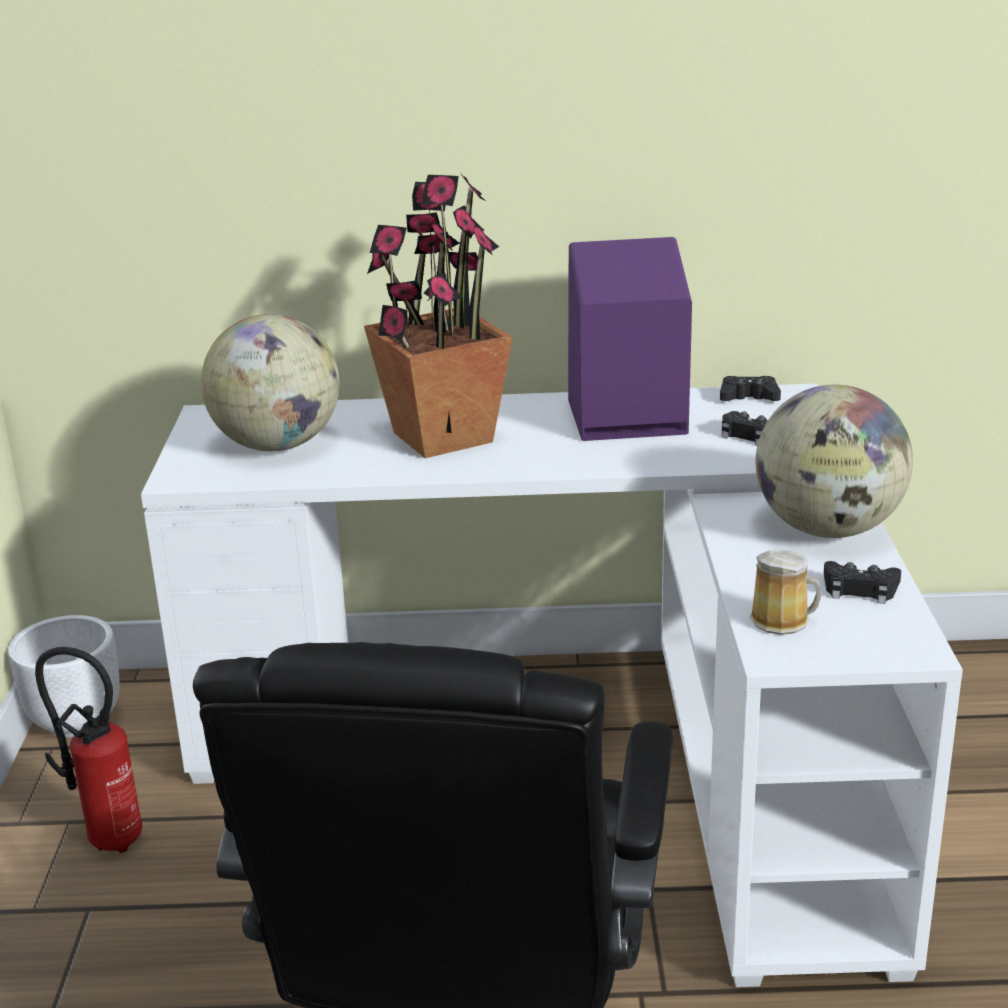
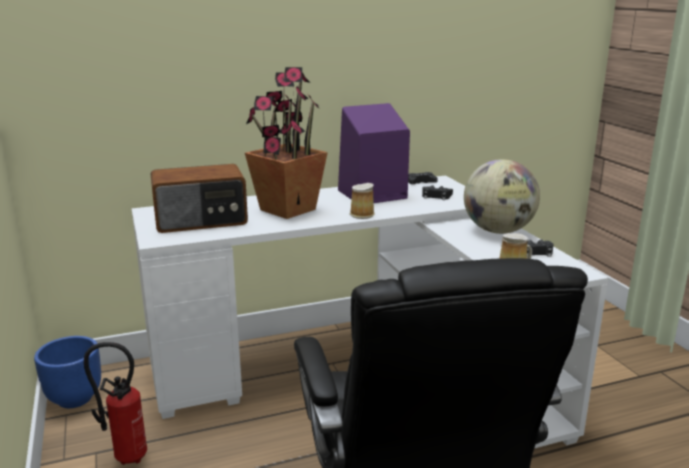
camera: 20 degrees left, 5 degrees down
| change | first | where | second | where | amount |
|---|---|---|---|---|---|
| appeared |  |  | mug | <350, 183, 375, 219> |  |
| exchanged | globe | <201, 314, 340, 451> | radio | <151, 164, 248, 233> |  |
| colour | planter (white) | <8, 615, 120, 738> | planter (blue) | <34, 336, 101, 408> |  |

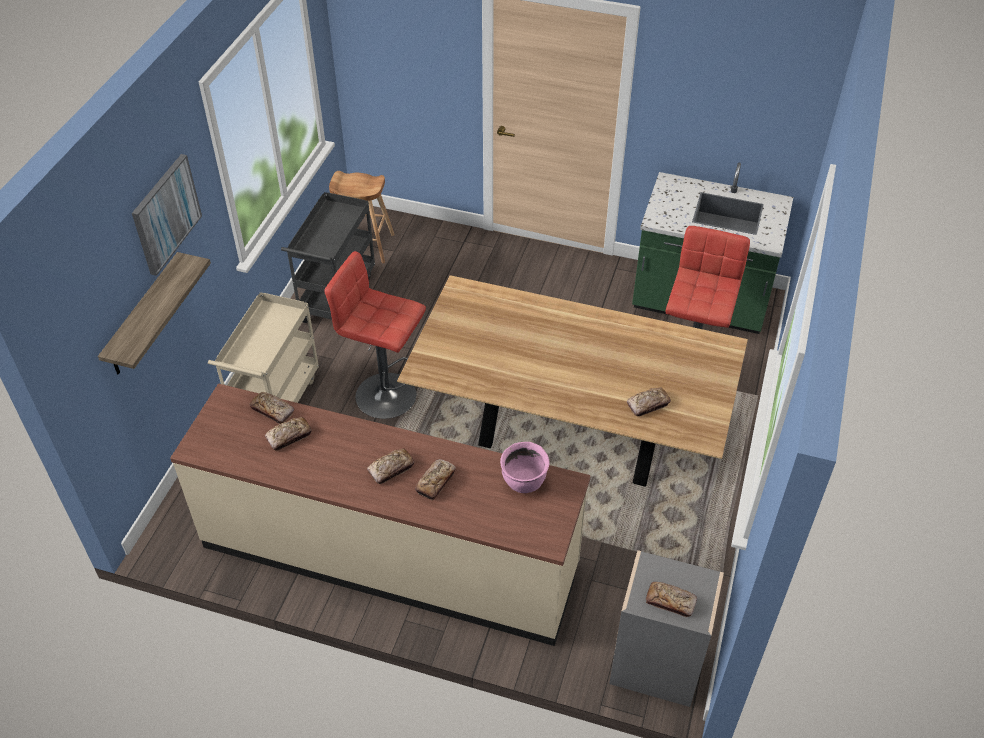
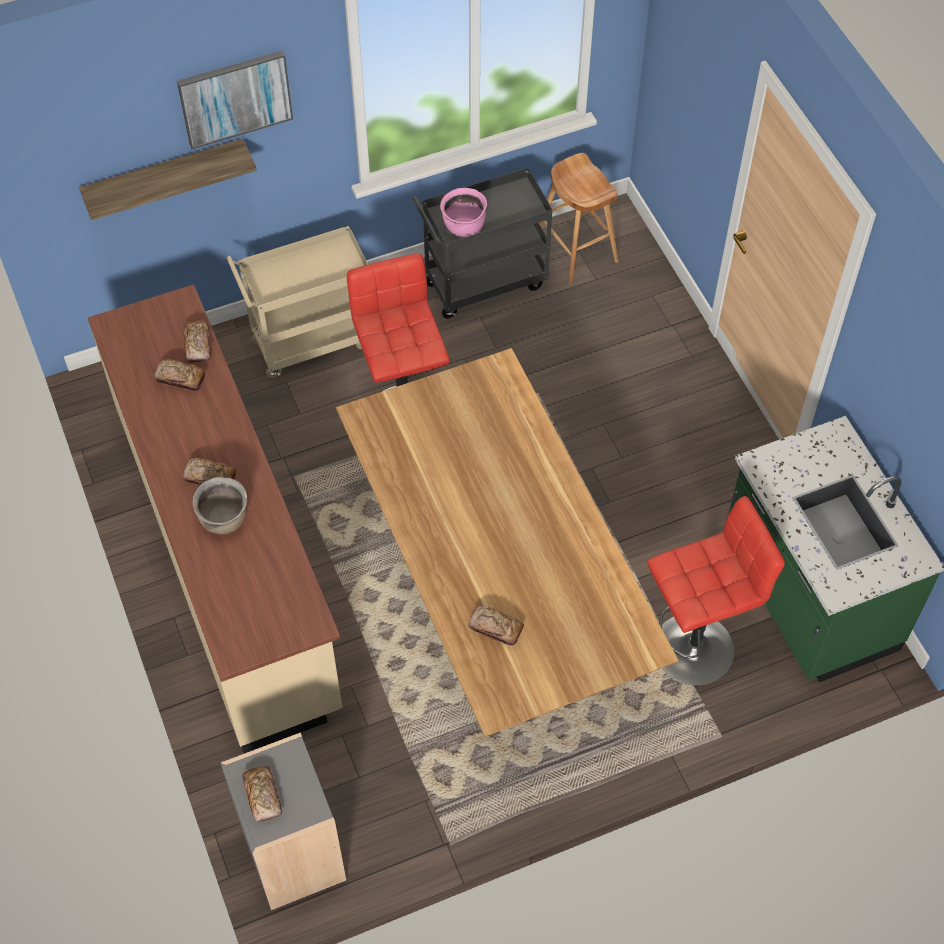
camera: 50 degrees right, 10 degrees up
| change | first | where | second | where | amount |
|---|---|---|---|---|---|
| relocated | cooking pot (pink) | <500, 442, 550, 493> |  | <440, 188, 487, 237> |  |
| exchanged | bread | <415, 459, 456, 501> | cooking pot (brown) | <192, 477, 247, 534> |  |

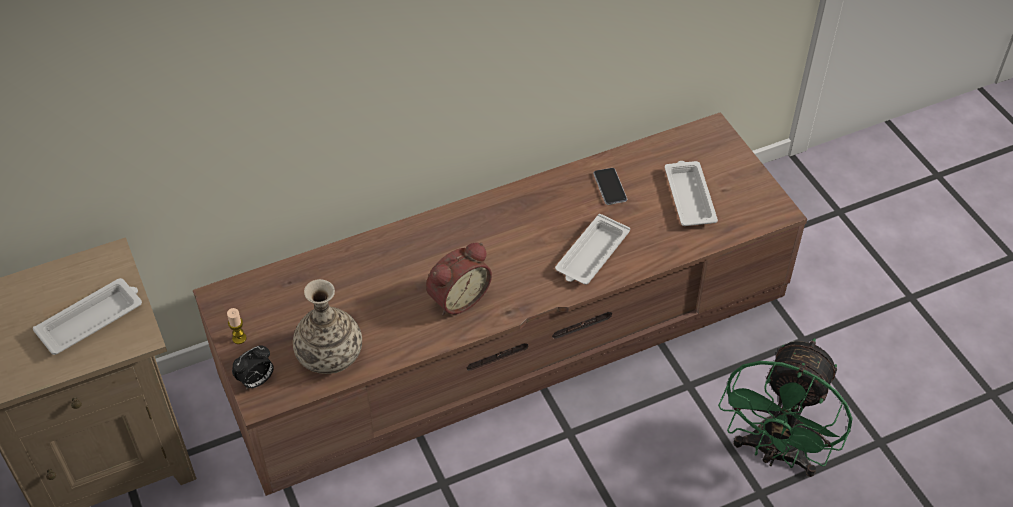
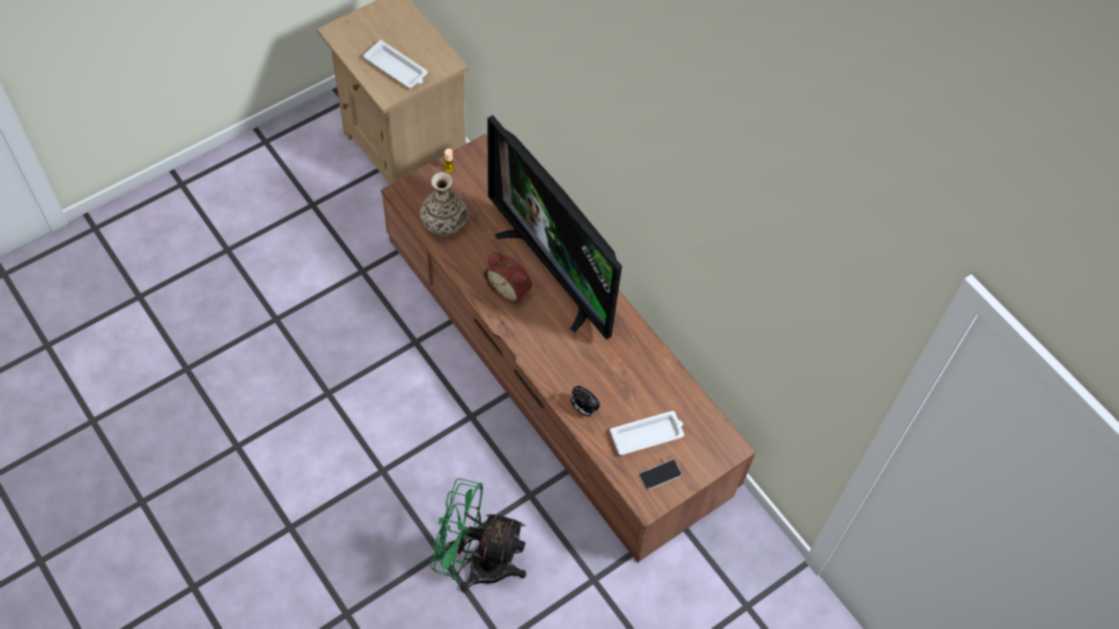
camera: 75 degrees right, 10 degrees up
| change | first | where | second | where | amount |
|---|---|---|---|---|---|
| missing | tray (white) | <555, 214, 630, 285> |  |  |  |
| appeared |  |  | television | <487, 115, 622, 340> |  |
| relocated | alarm clock | <232, 345, 274, 390> |  | <571, 386, 600, 416> |  |
| relocated | phone | <593, 168, 627, 205> |  | <639, 460, 682, 490> |  |

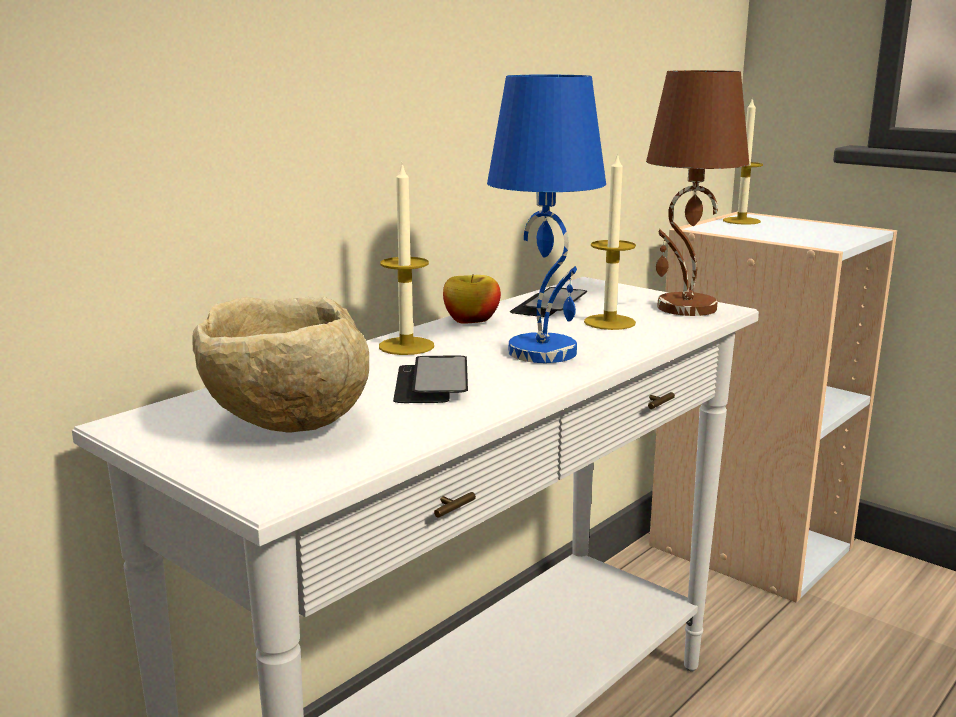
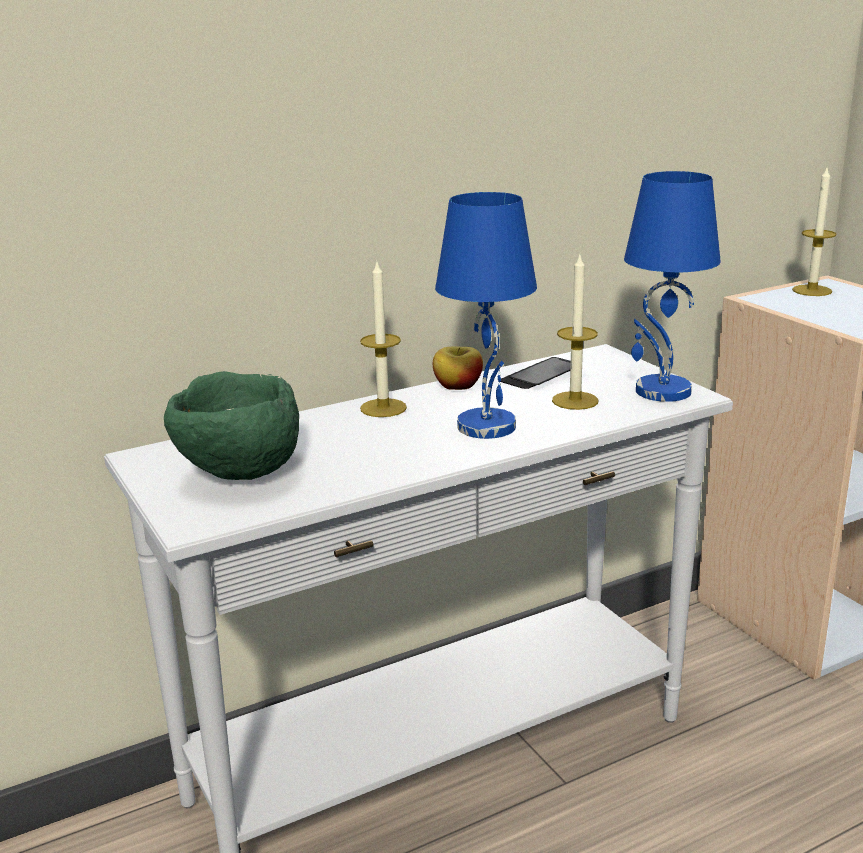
camera: 20 degrees right, 5 degrees up
| change | first | where | second | where | amount |
|---|---|---|---|---|---|
| missing | phone | <393, 356, 468, 403> |  |  |  |
| colour | bowl (beige) | <192, 297, 369, 432> | bowl (green) | <164, 371, 299, 480> |  |
| colour | table lamp (brown) | <646, 70, 749, 316> | table lamp (blue) | <624, 171, 721, 402> |  |

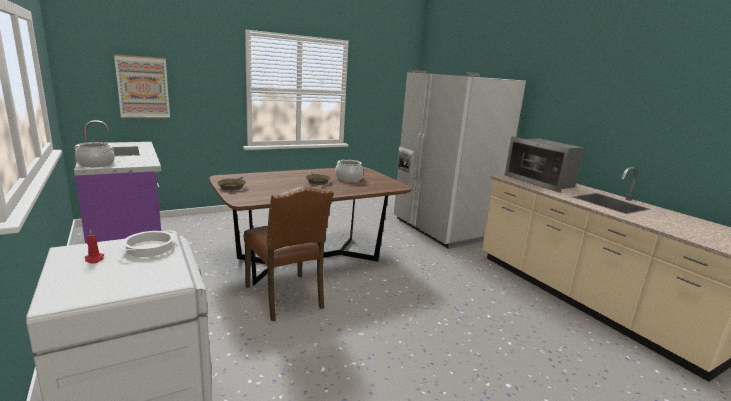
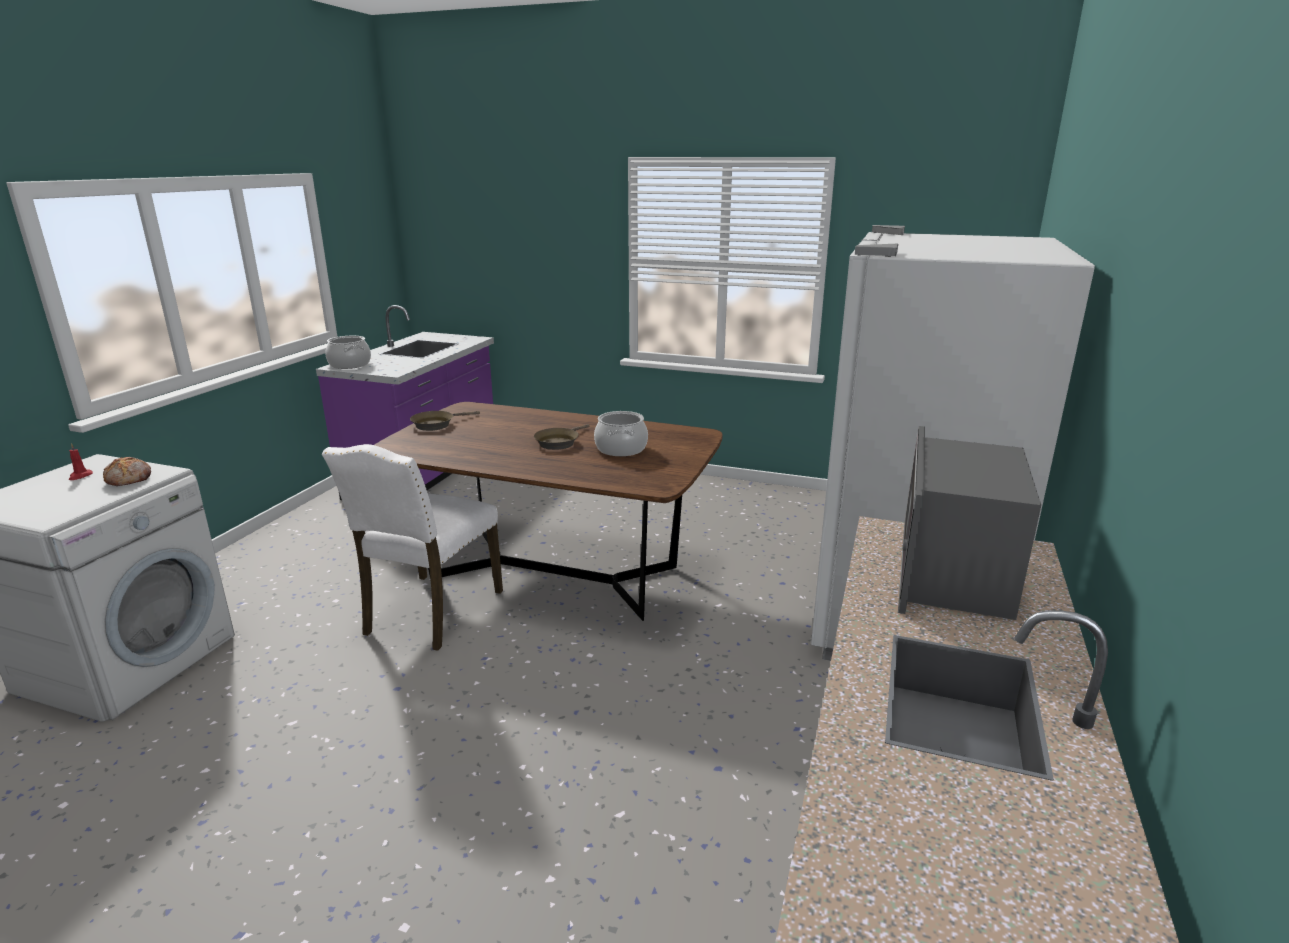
camera: 50 degrees right, 5 degrees up
| change | first | where | second | where | amount |
|---|---|---|---|---|---|
| missing | picture | <114, 54, 170, 118> |  |  |  |
| exchanged | cooking pot | <117, 230, 177, 257> | bread | <103, 457, 151, 486> |  |
| colour | chair (brown) | <243, 186, 333, 321> | chair (white) | <322, 444, 503, 651> |  |

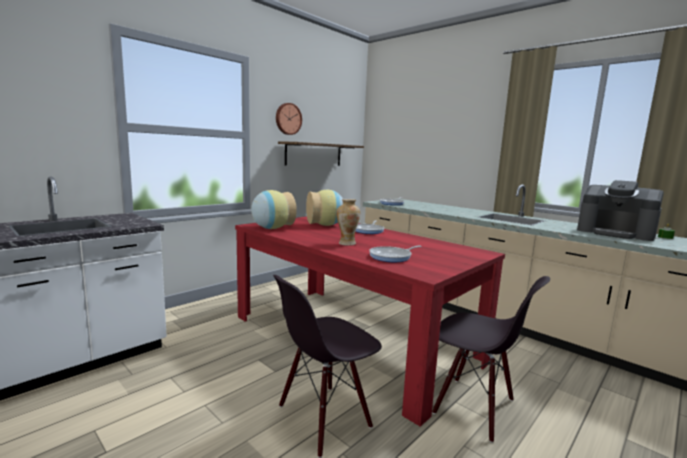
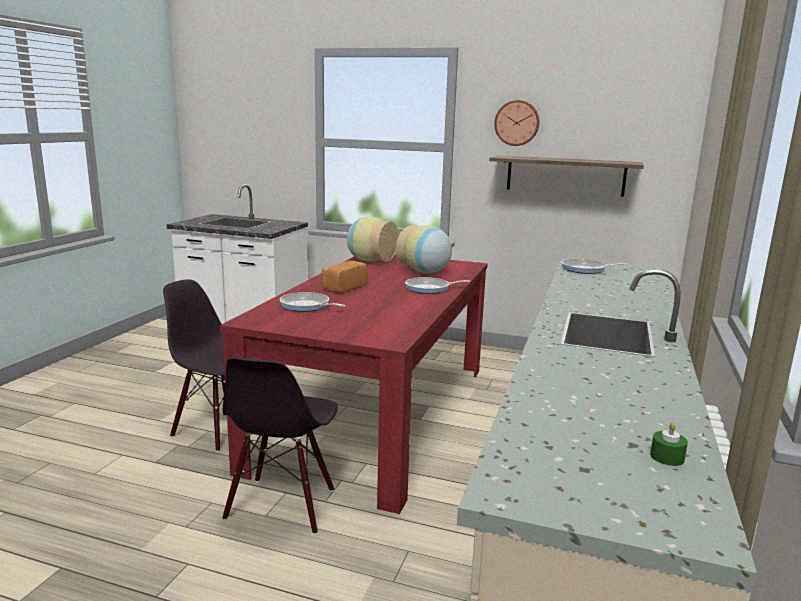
camera: 65 degrees right, 5 degrees up
| change | first | where | second | where | amount |
|---|---|---|---|---|---|
| missing | coffee machine | <577, 180, 664, 241> |  |  |  |
| exchanged | vase | <336, 199, 360, 246> | bread | <321, 261, 368, 293> |  |

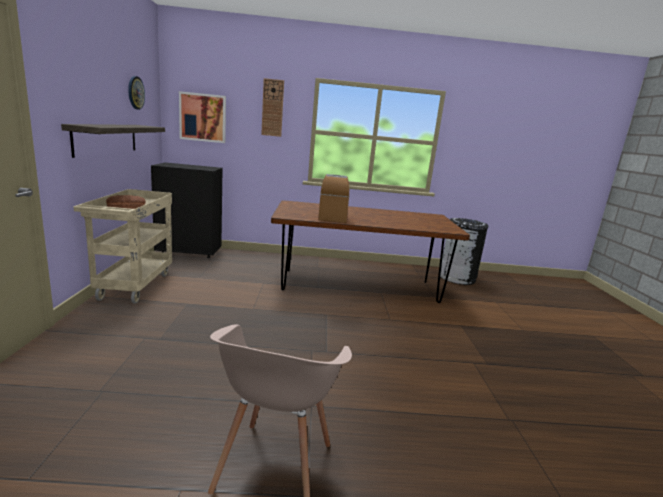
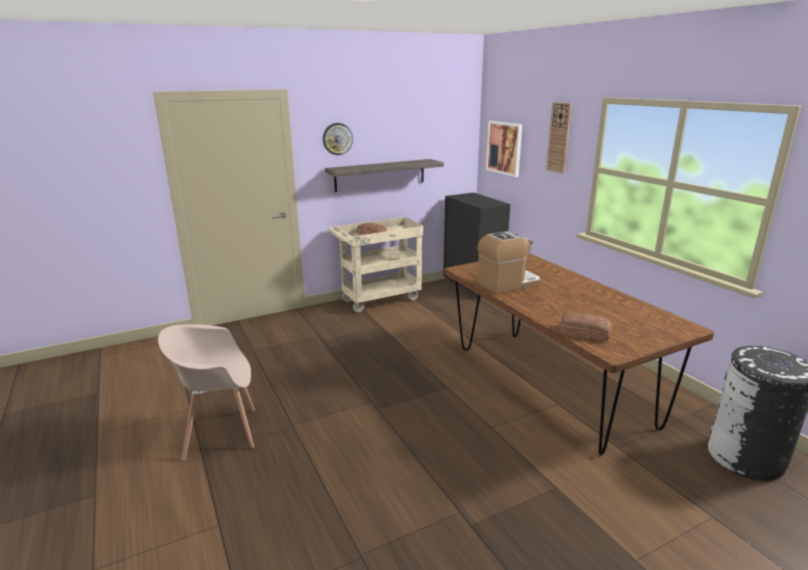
camera: 65 degrees right, 5 degrees up
| change | first | where | second | where | amount |
|---|---|---|---|---|---|
| appeared |  |  | bread | <560, 312, 612, 341> |  |
| relocated | wall clock | <128, 76, 145, 110> |  | <323, 123, 353, 155> |  |

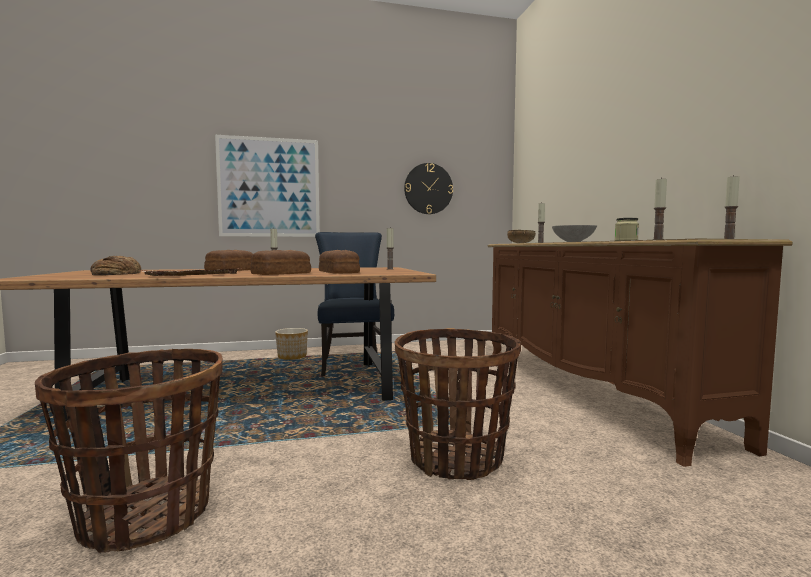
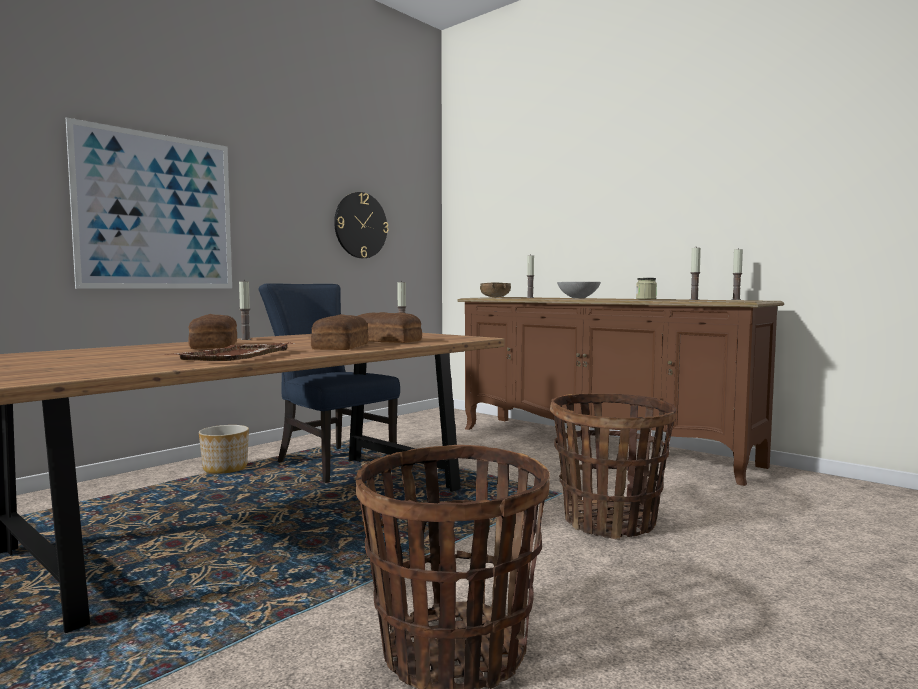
camera: 35 degrees left, 0 degrees up
| change | first | where | second | where | amount |
|---|---|---|---|---|---|
| missing | bread | <90, 256, 141, 275> |  |  |  |

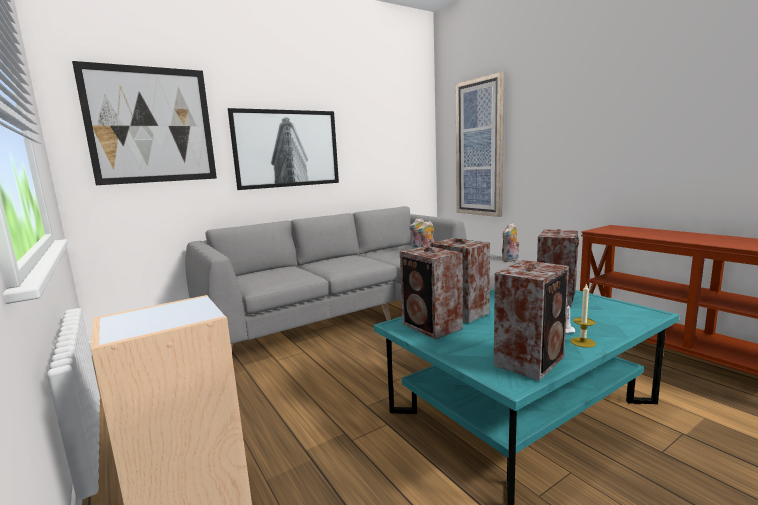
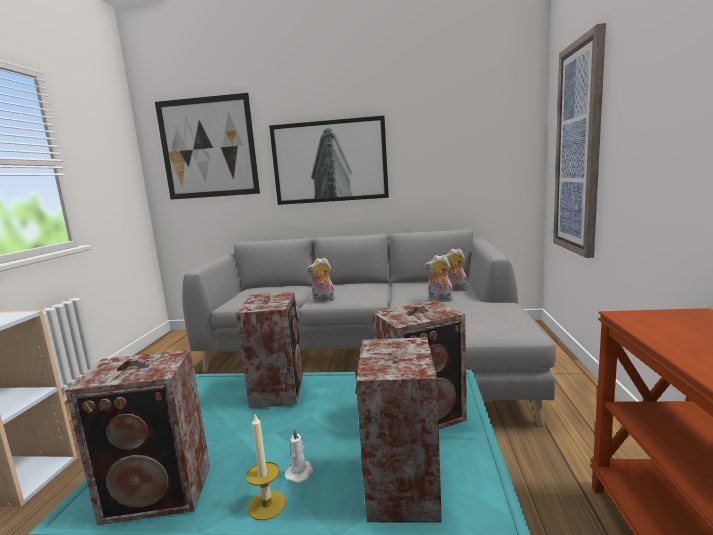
camera: 40 degrees right, 0 degrees up
| change | first | where | second | where | amount |
|---|---|---|---|---|---|
| relocated | speaker | <400, 246, 463, 339> |  | <355, 337, 442, 522> |  |
| relocated | plush toy | <502, 223, 519, 262> |  | <306, 258, 335, 302> |  |

